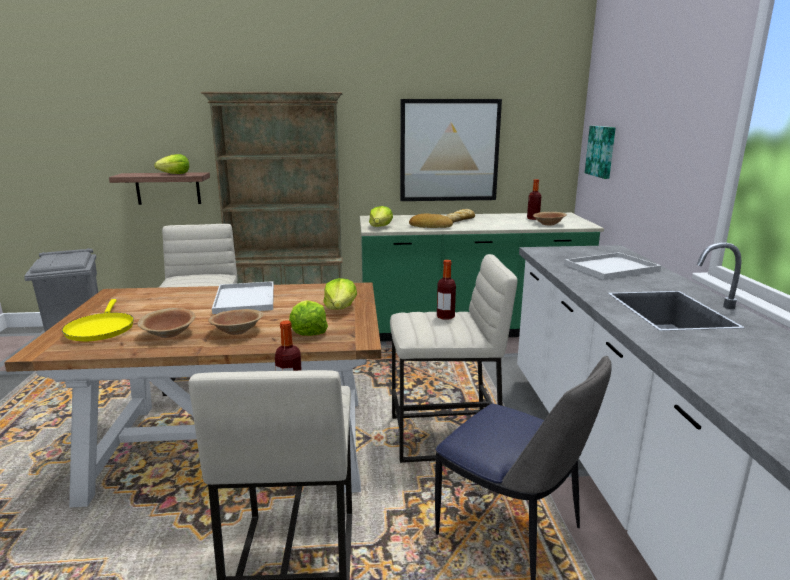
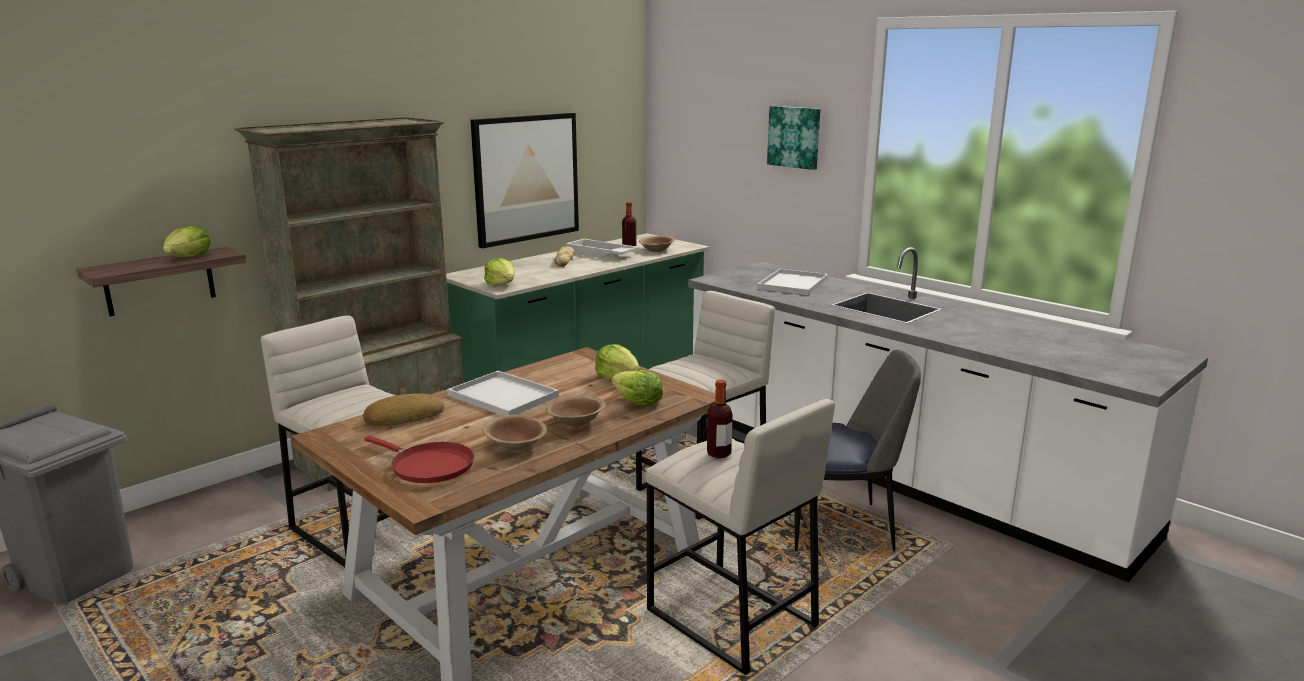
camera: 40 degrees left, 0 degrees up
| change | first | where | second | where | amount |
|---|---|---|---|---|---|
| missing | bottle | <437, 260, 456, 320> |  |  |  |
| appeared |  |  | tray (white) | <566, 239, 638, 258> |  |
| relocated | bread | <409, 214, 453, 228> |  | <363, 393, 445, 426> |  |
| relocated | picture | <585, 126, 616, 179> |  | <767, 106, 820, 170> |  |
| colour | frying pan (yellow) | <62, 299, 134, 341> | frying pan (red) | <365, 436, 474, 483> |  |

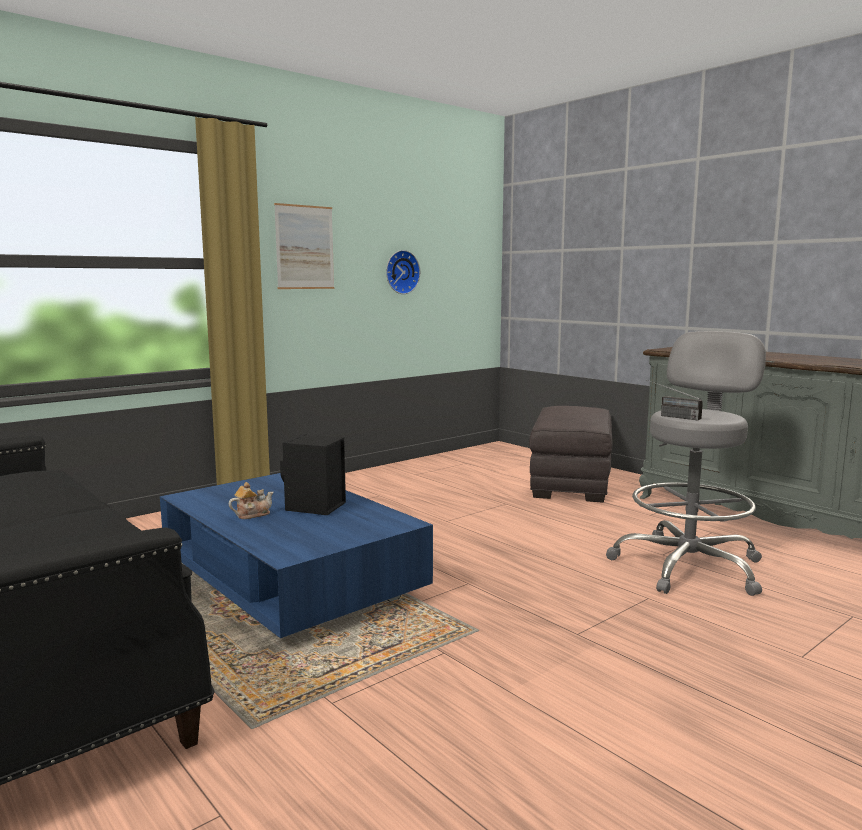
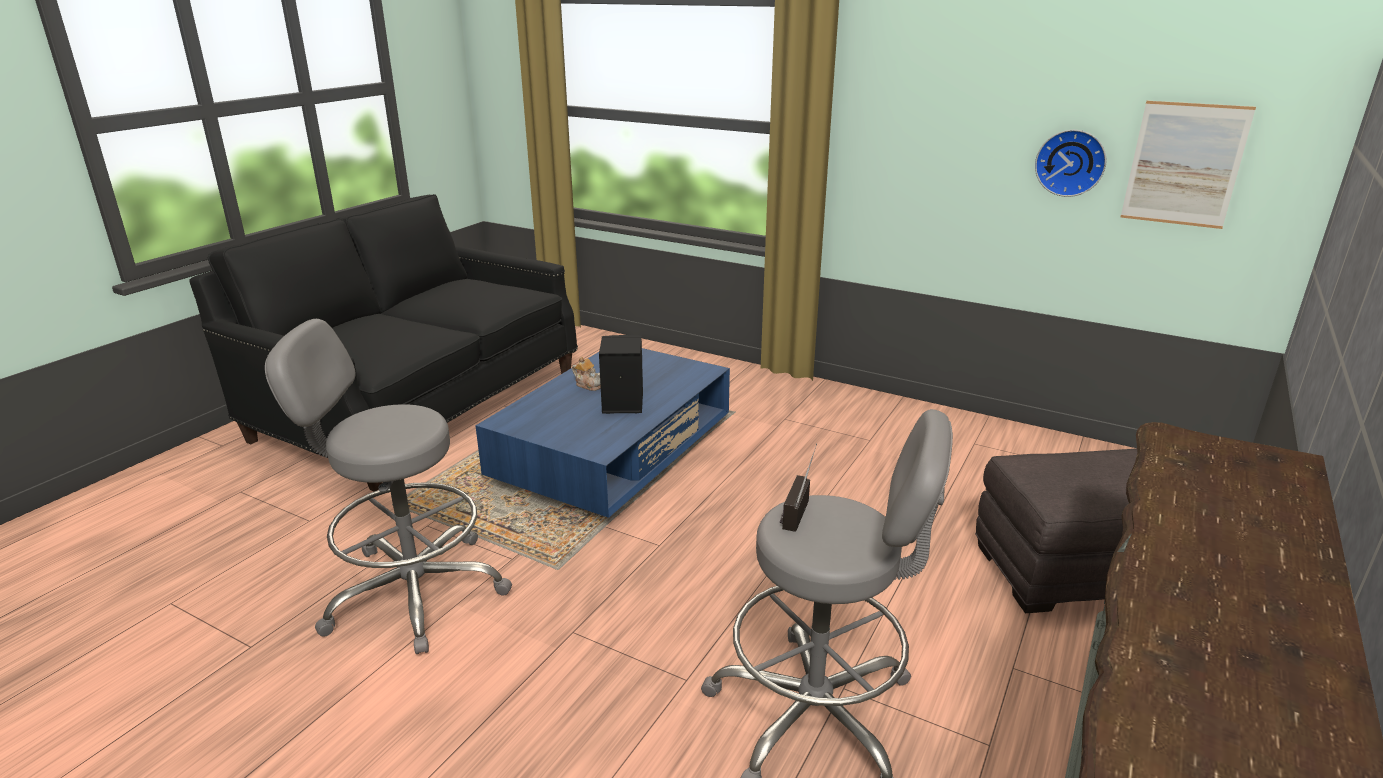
camera: 70 degrees right, 15 degrees up
| change | first | where | second | where | amount |
|---|---|---|---|---|---|
| appeared |  |  | stool (grey) | <265, 319, 512, 654> |  |
| relocated | picture | <274, 203, 334, 289> |  | <1121, 101, 1256, 229> |  |

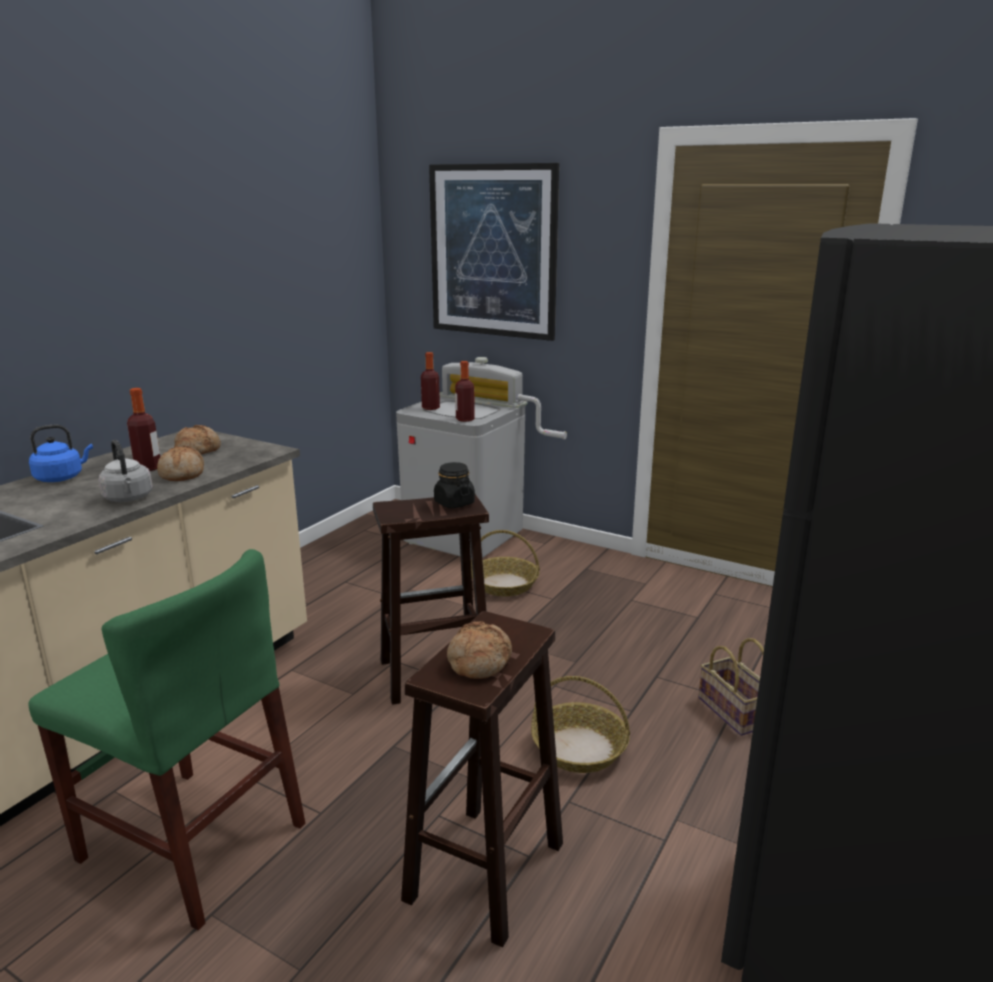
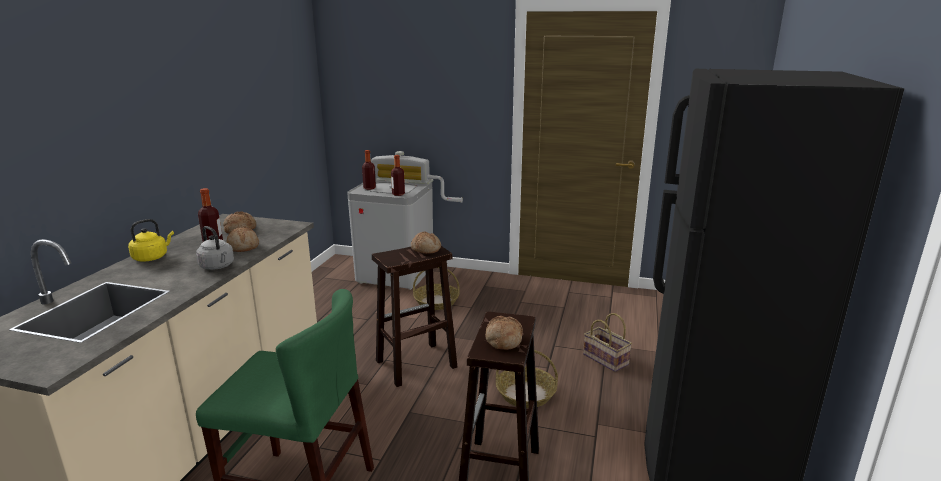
camera: 15 degrees left, 0 degrees up
| change | first | where | second | where | amount |
|---|---|---|---|---|---|
| missing | picture | <429, 163, 559, 341> |  |  |  |
| exchanged | jar (black) | <434, 462, 475, 508> | bread | <411, 231, 441, 254> |  |
| colour | kettle (blue) | <29, 424, 93, 482> | kettle (yellow) | <128, 219, 174, 262> |  |

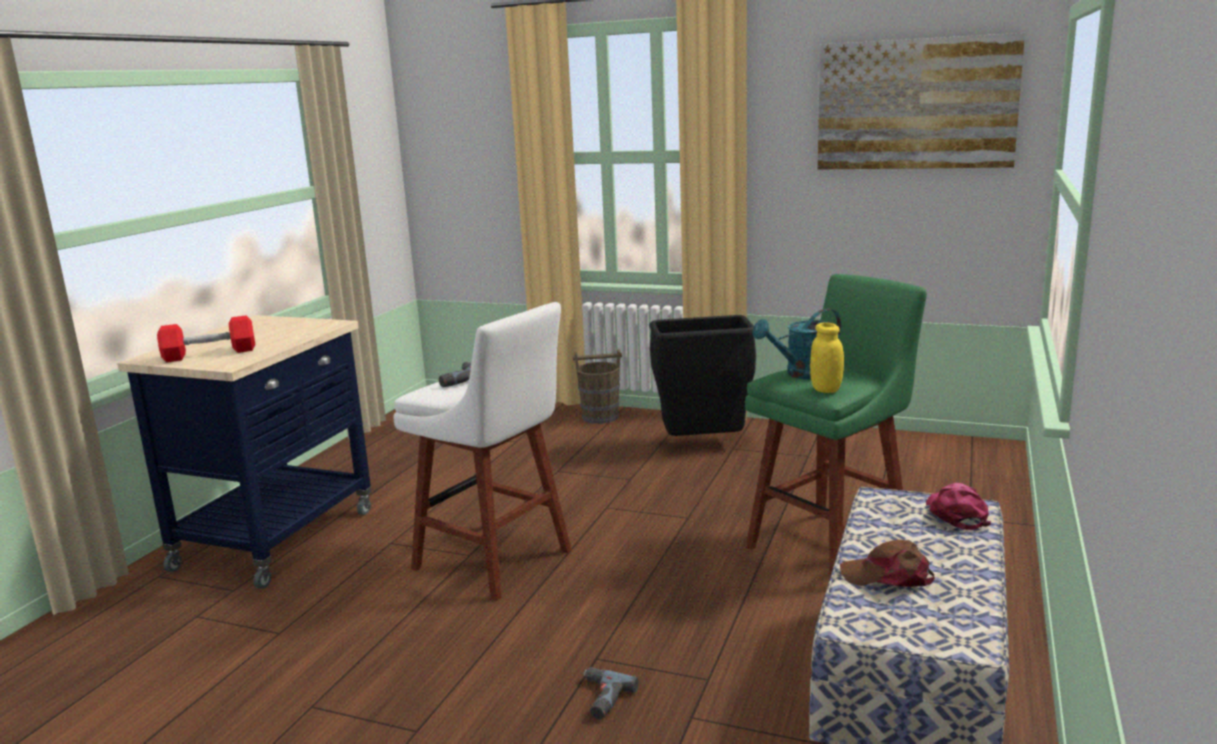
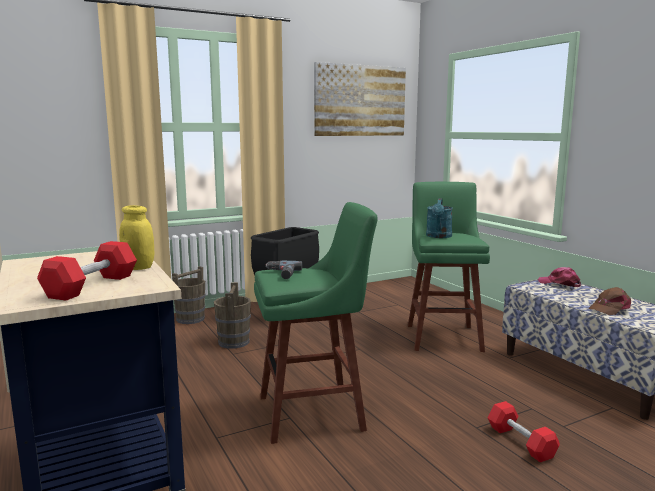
camera: 50 degrees left, 5 degrees down
| change | first | where | second | where | amount |
|---|---|---|---|---|---|
| appeared |  |  | bucket (brown) | <214, 282, 251, 349> |  |
| relocated | jar (yellow) | <810, 323, 844, 393> |  | <119, 205, 154, 270> |  |
| exchanged | power drill | <583, 667, 639, 719> | dumbbell (red) | <487, 401, 560, 462> |  |
| colour | stool (white) | <394, 302, 572, 601> | stool (green) | <254, 202, 378, 444> |  |

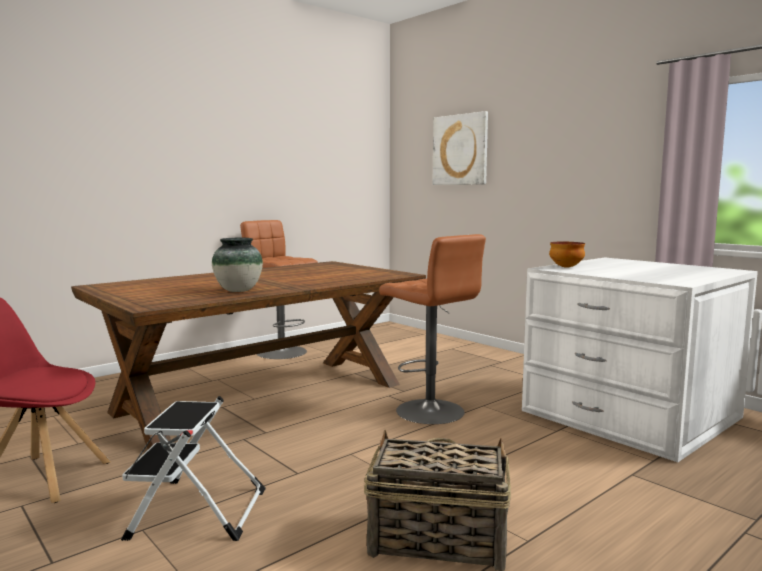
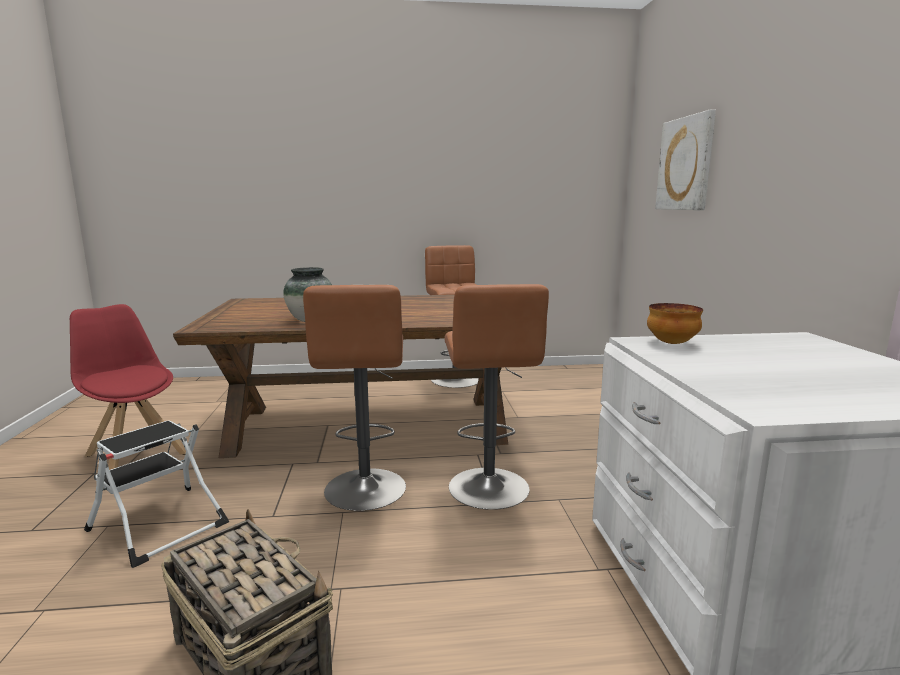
camera: 35 degrees right, 5 degrees up
| change | first | where | second | where | amount |
|---|---|---|---|---|---|
| appeared |  |  | stool (brown) | <303, 285, 406, 511> |  |

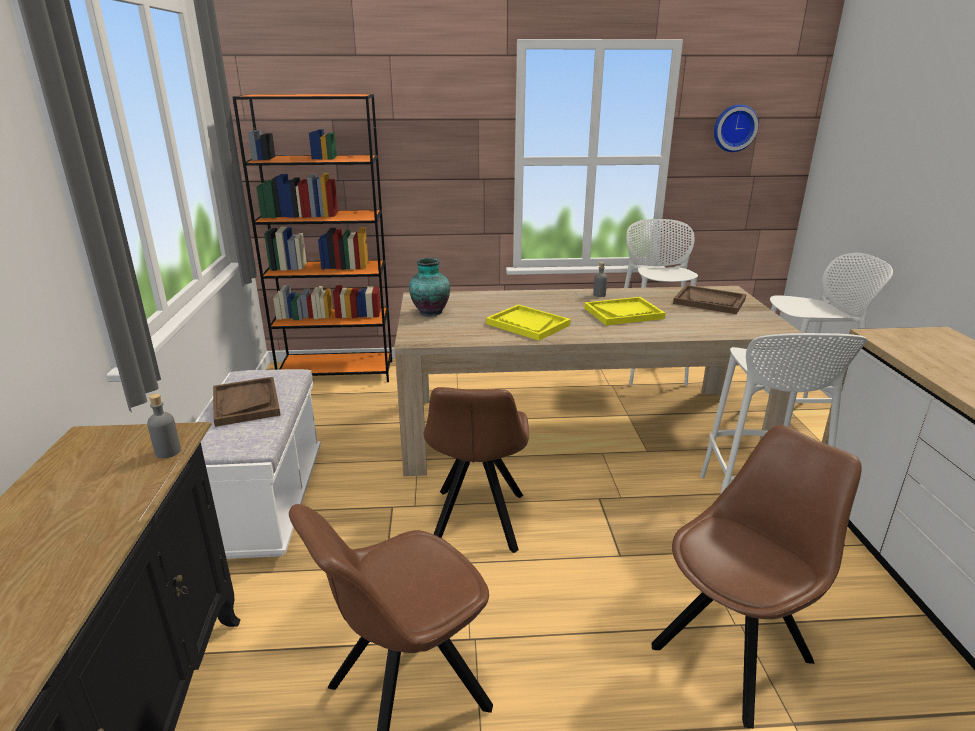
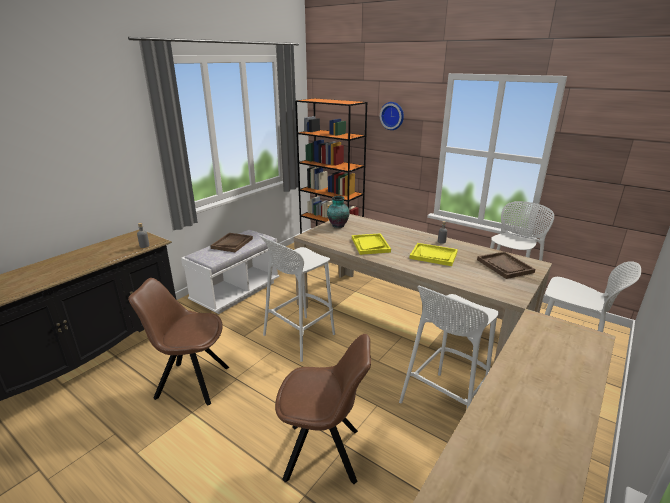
camera: 40 degrees right, 0 degrees up
| change | first | where | second | where | amount |
|---|---|---|---|---|---|
| relocated | wall clock | <714, 104, 759, 152> |  | <380, 102, 404, 130> |  |
| exchanged | chair (brown) | <423, 387, 529, 553> | stool (white) | <259, 235, 335, 362> |  |

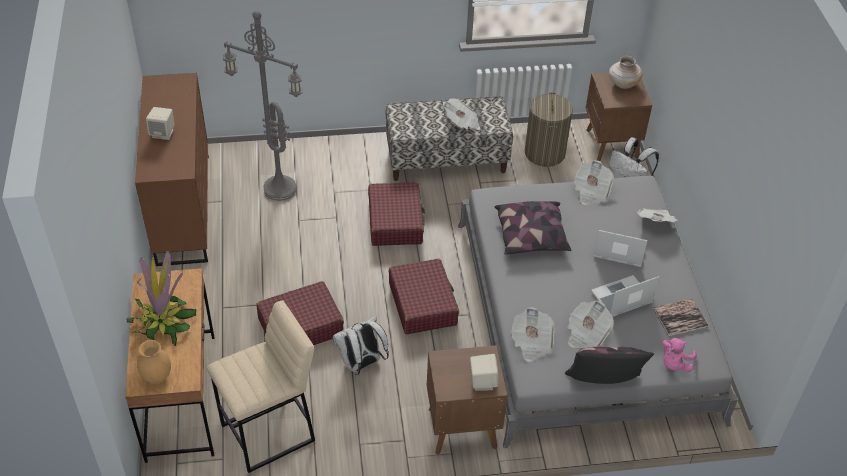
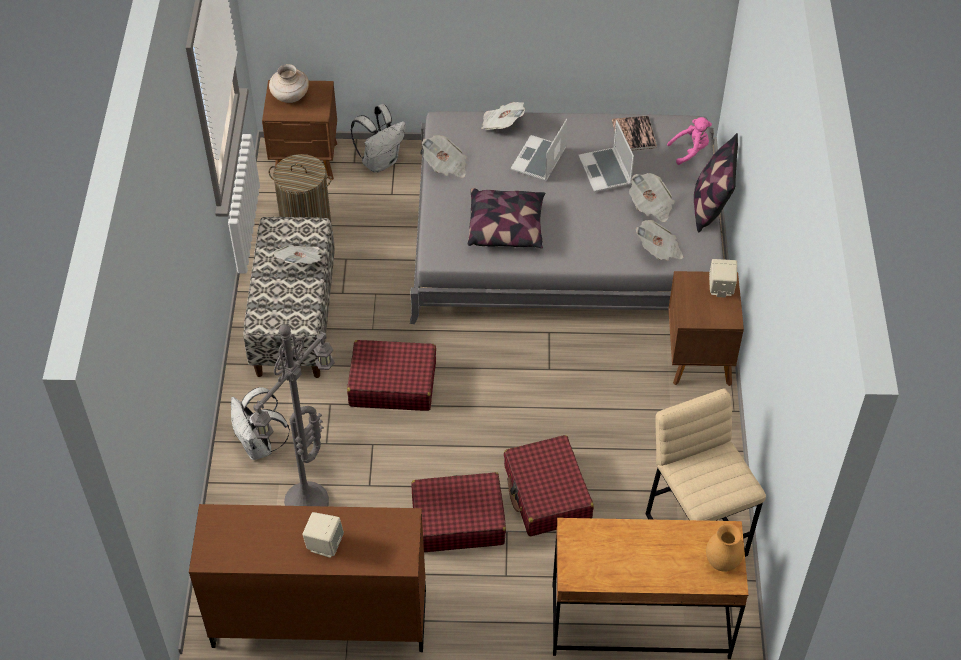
camera: 80 degrees left, 5 degrees up
| change | first | where | second | where | amount |
|---|---|---|---|---|---|
| missing | potted plant | <127, 251, 196, 346> |  |  |  |
| relocated | backpack (white) | <333, 316, 389, 375> |  | <231, 387, 290, 460> |  |
| relocated | suitcase (red) | <389, 259, 459, 334> |  | <411, 472, 506, 552> |  |
| spun | plush toy (pink) | <662, 338, 697, 372> |  | <667, 117, 712, 165> | 60 degrees counterclockwise |

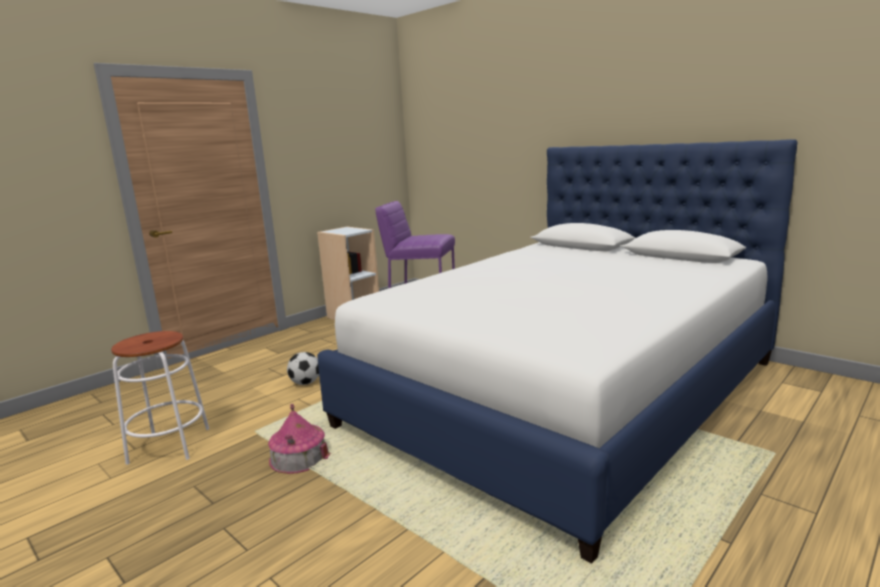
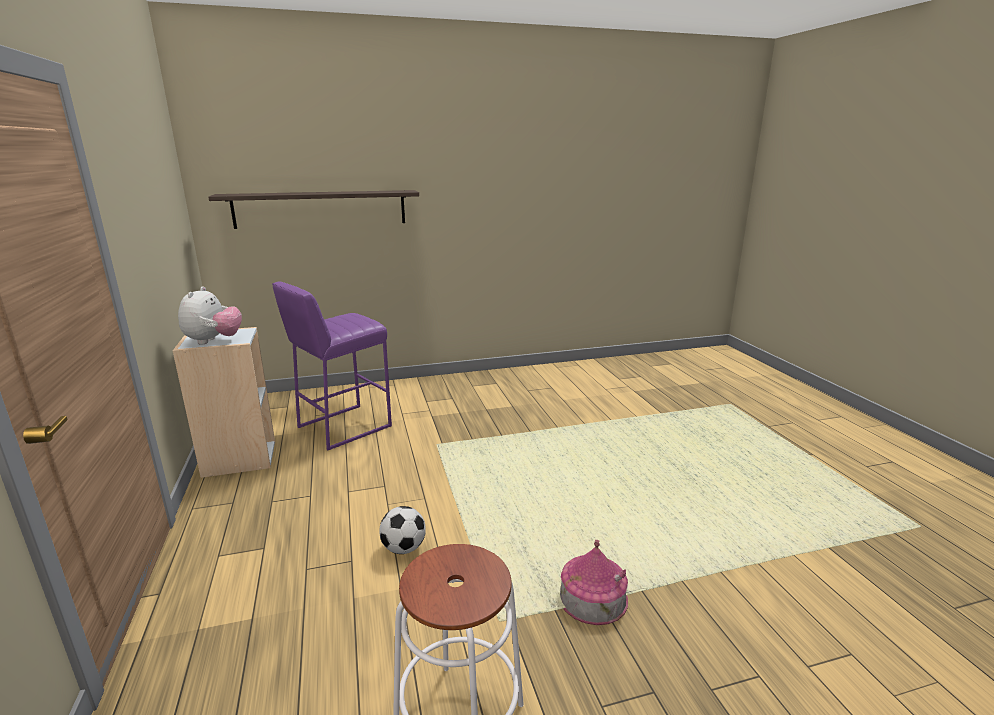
camera: 60 degrees left, 5 degrees up
| change | first | where | second | where | amount |
|---|---|---|---|---|---|
| missing | bed (white) | <317, 139, 798, 563> |  |  |  |
| appeared |  |  | plush toy | <178, 286, 242, 345> |  |
| appeared |  |  | shelf | <209, 190, 419, 229> |  |

